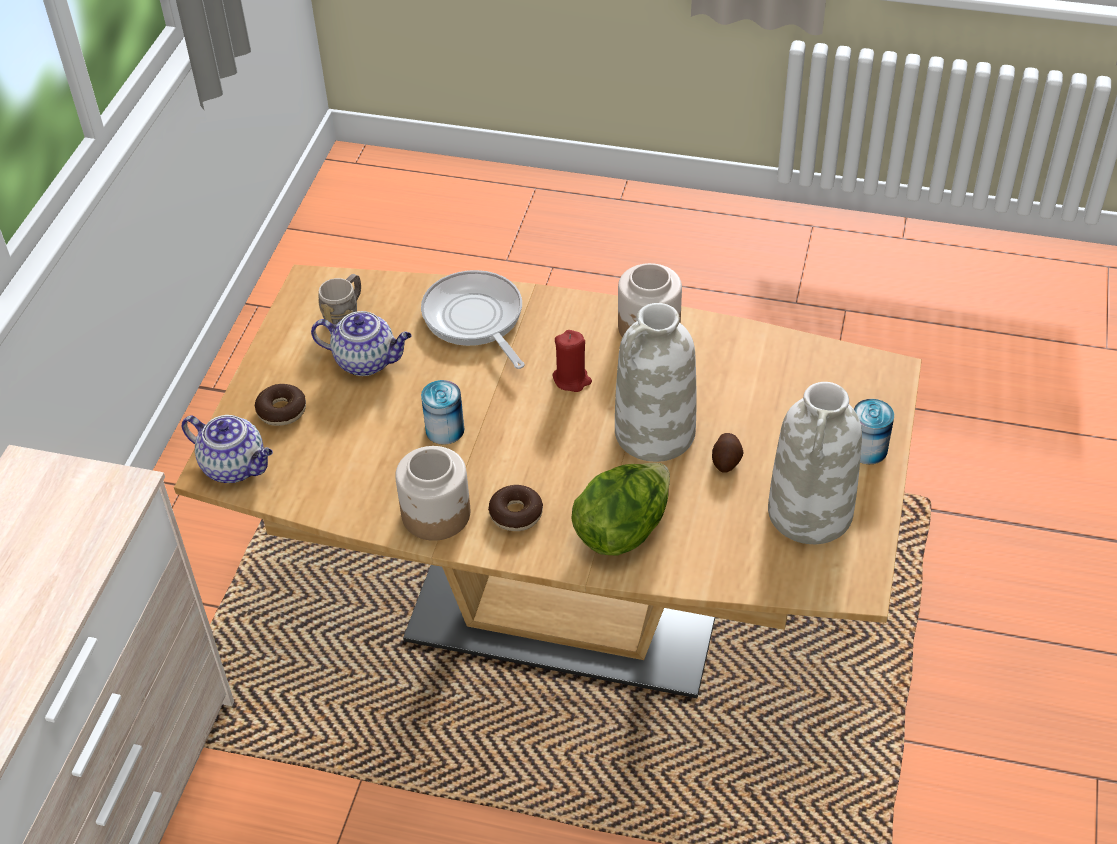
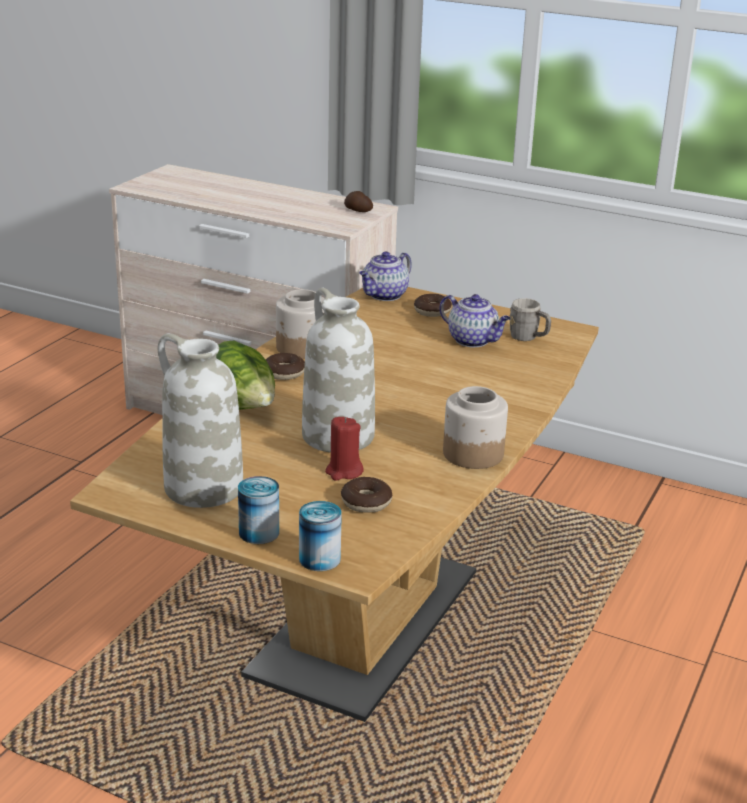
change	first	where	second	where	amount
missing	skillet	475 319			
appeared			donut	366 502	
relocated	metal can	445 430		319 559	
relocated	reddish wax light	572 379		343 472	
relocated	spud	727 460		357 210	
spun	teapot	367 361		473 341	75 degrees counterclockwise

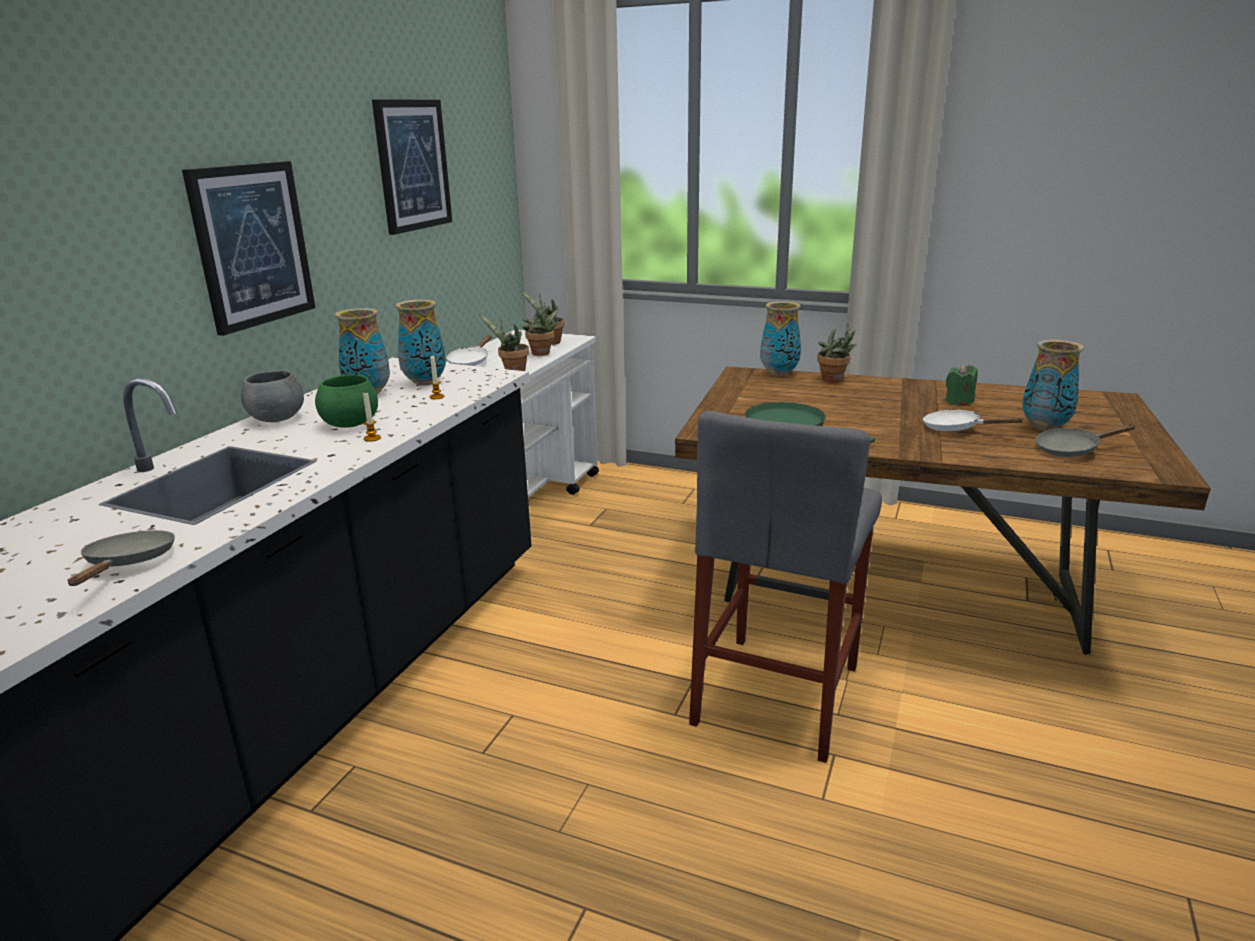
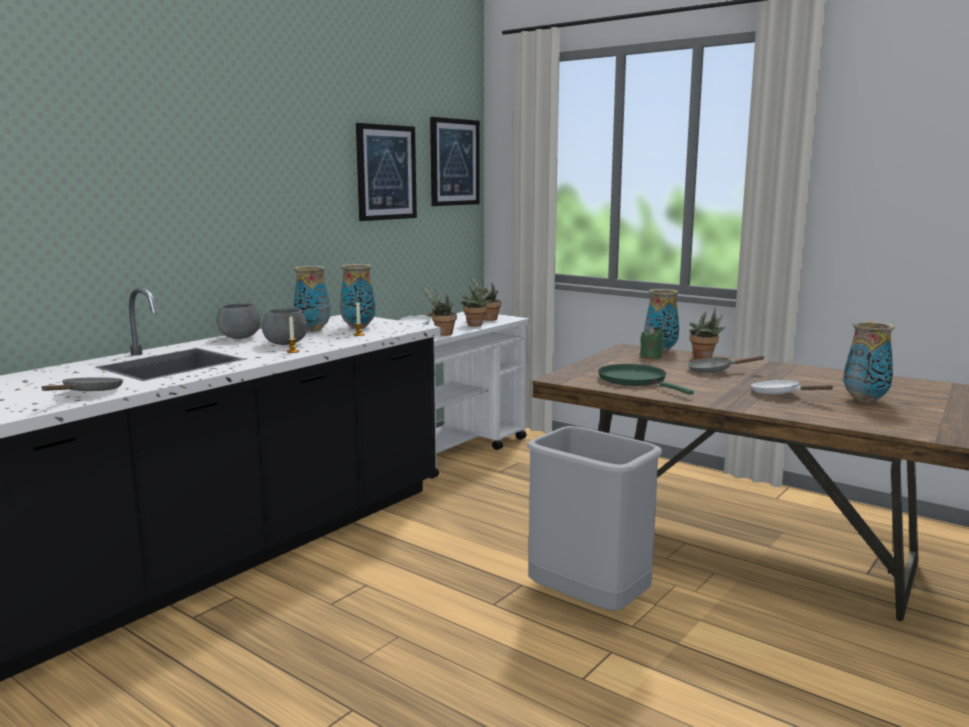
change	first	where	second	where	amount
relocated	wall picture	252 245		454 162	
relocated	green wax light	959 401		651 357	
relocated	greyish skillet	1071 450		714 371	
exchanged	greyish sitting stool	777 694	greyish rubbish bin	587 604	
colour	green serving bowl	351 424	greyish serving bowl	286 343	

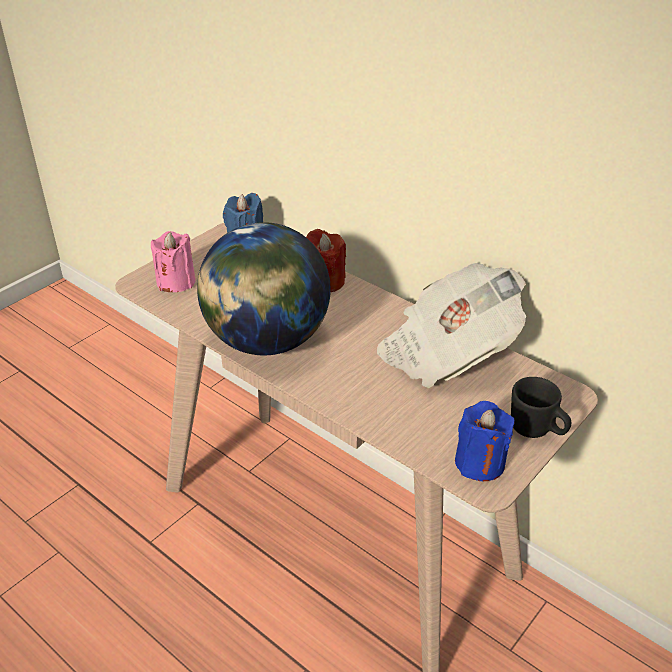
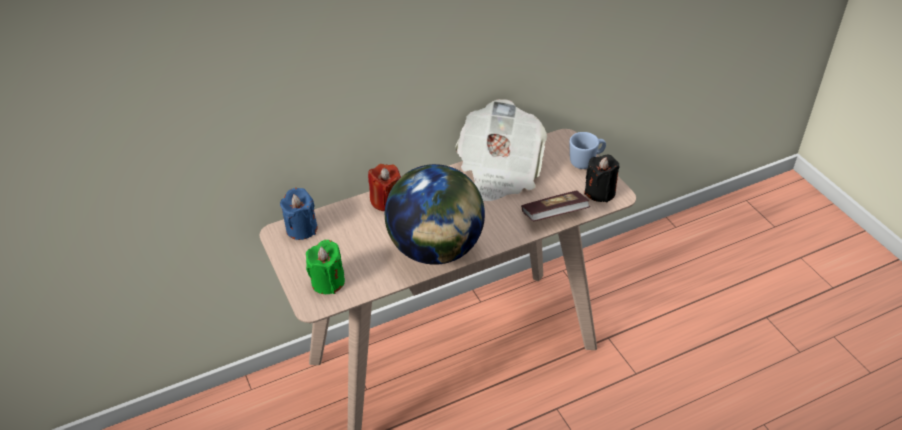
change	first	where	second	where	amount
appeared			book	554 215	
colour	pink-coloured wax light	176 282	green wax light	328 282	
colour	blue wax light	480 463	black wax light	600 192	
colour	black coffee mug	537 431	blue coffee mug	586 161	

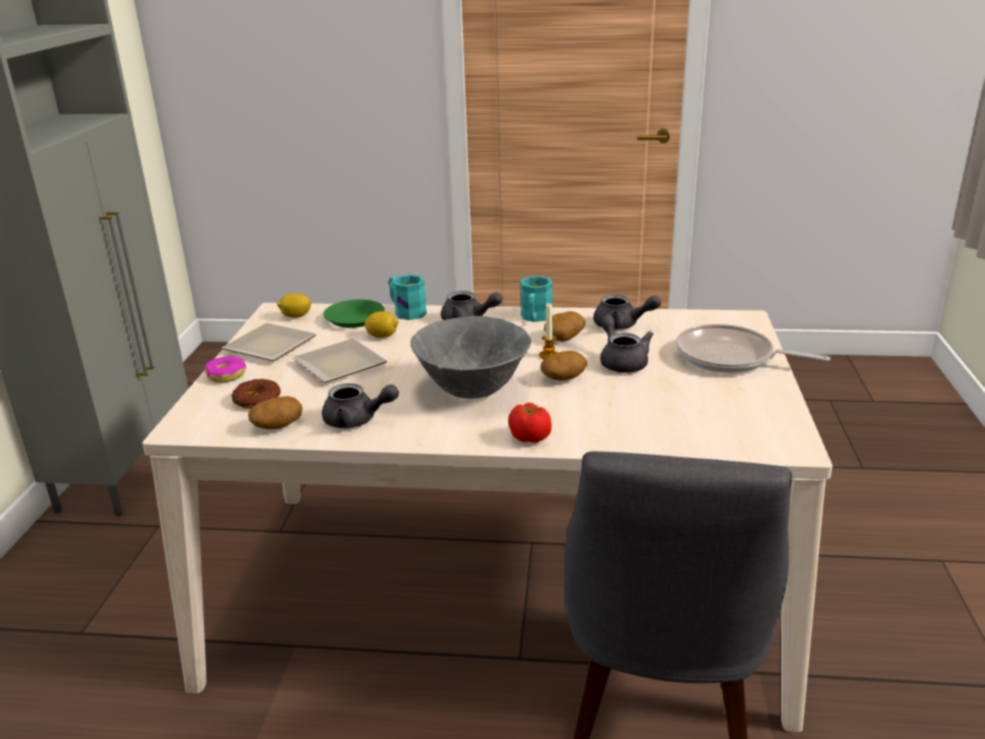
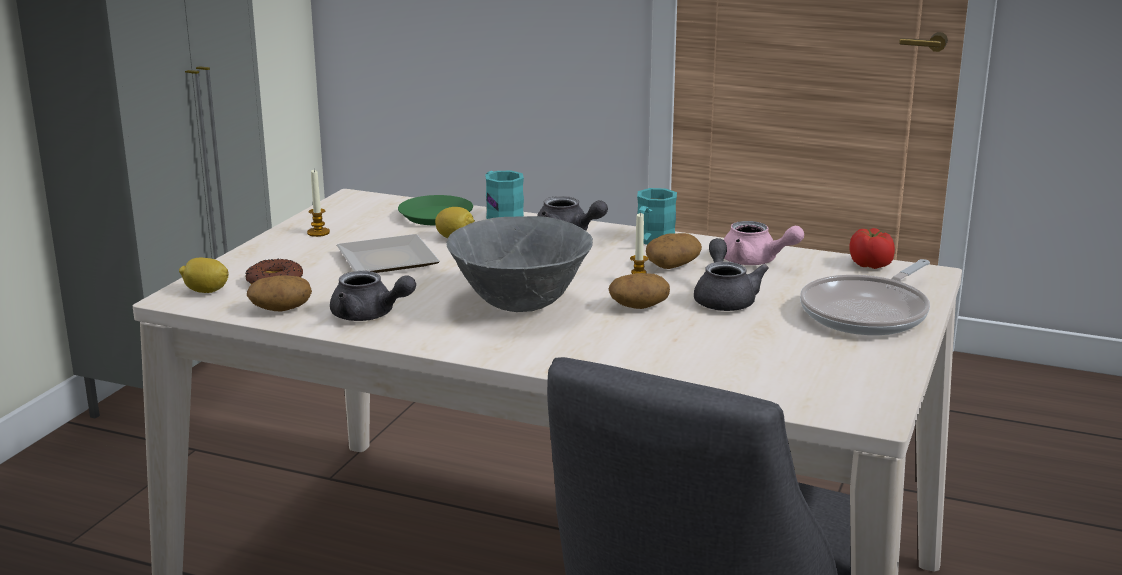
change	first	where	second	where	amount
missing	donut	226 375			
relocated	citrus fruit	296 316		206 291	
relocated	whole tomato	530 438		870 265	
exchanged	plate	267 347	wax light	318 232	
colour	greyish teapot	622 325	pink-coloured teapot	755 261	
spun	skillet	730 358		868 313	90 degrees counterclockwise

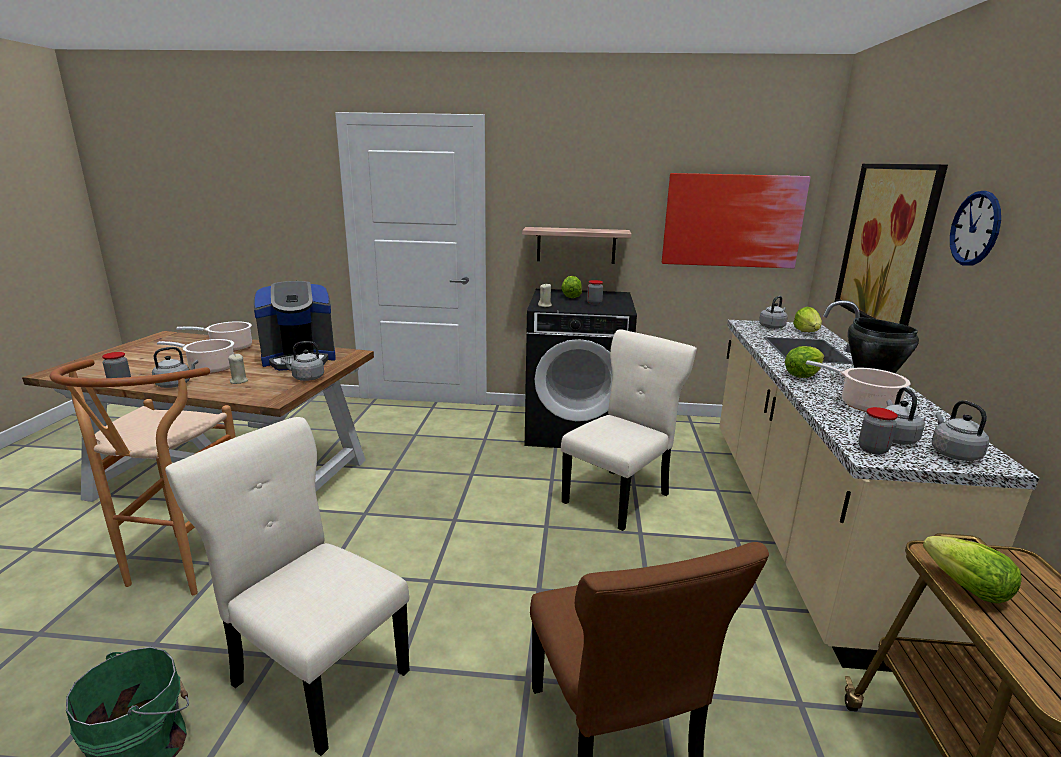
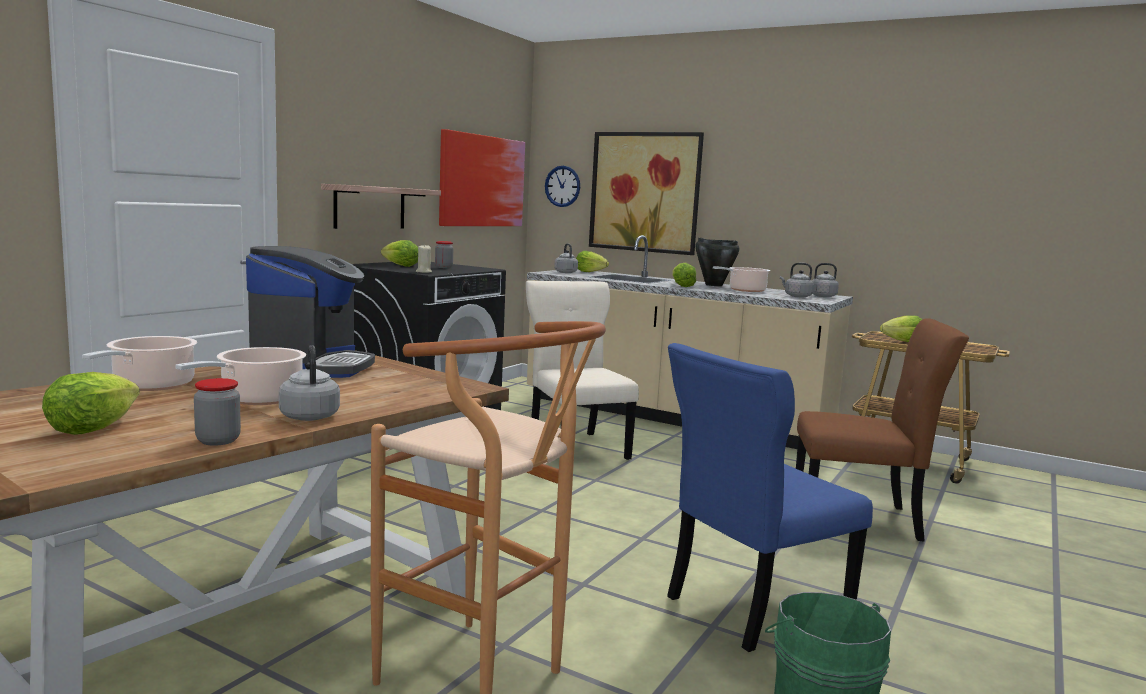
change	first	where	second	where	amount
missing	sand-coloured wax light	239 381			
missing	greyish kettle	306 378			
missing	preserve jar	872 449			
appeared			head of lettuce	91 429	
relocated	hanging clock	975 228		562 186	
colour	sand-coloured plain chair	316 674	blue plain chair	752 607	

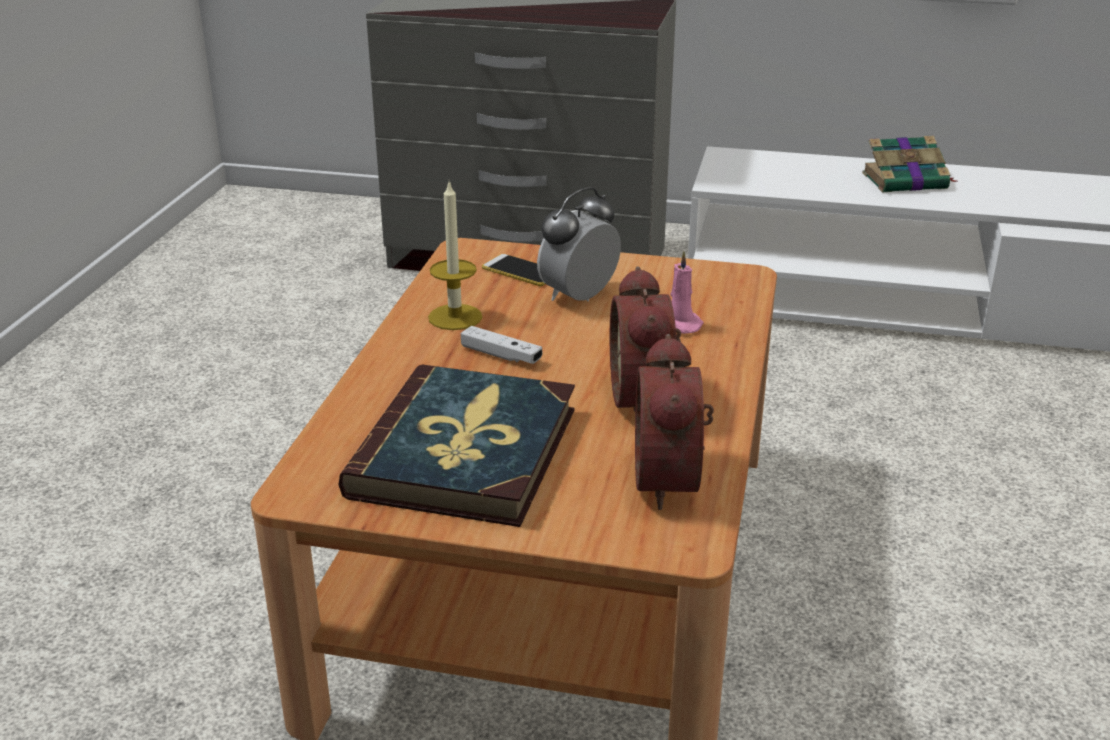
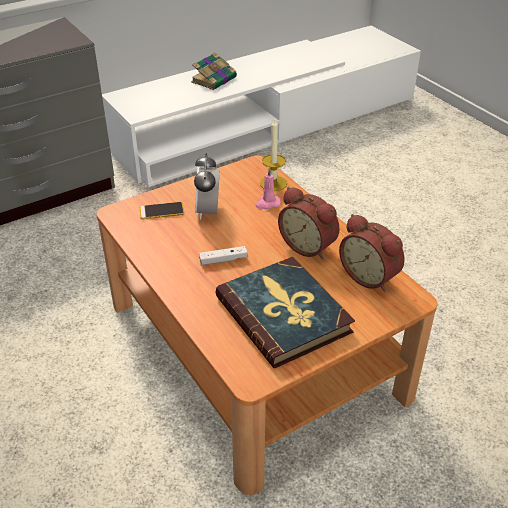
change	first	where	second	where	amount
relocated	wax light	455 317		273 183	

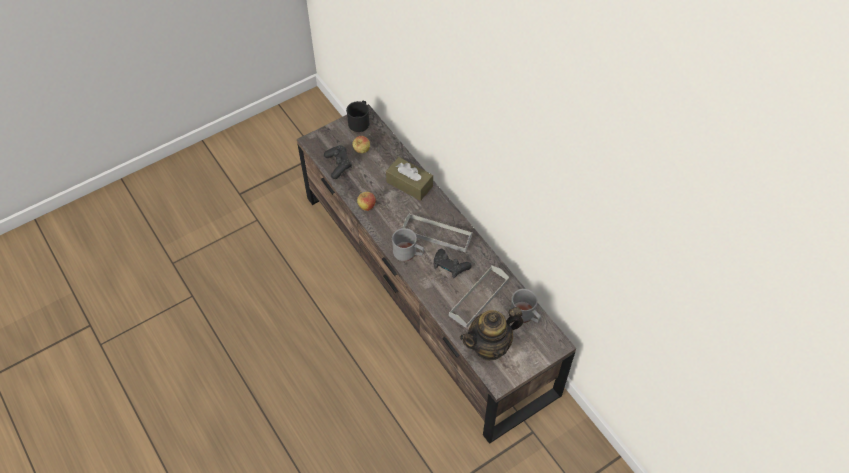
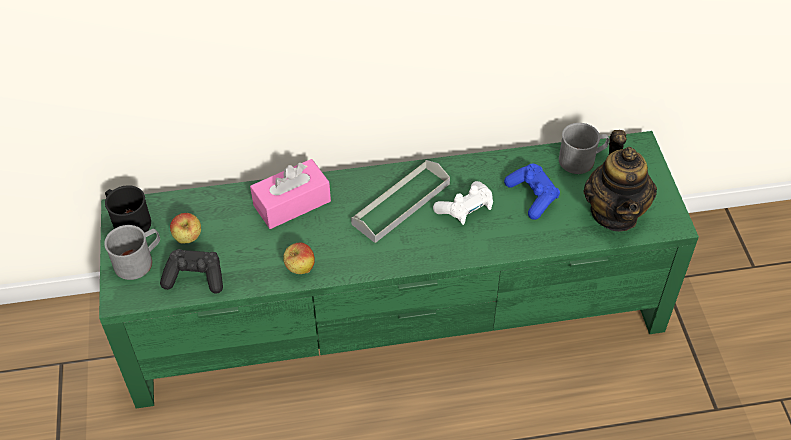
change	first	where	second	where	amount
relocated	greyish coffee mug	408 253		139 261	
exchanged	greyish serving tray	479 298	blue joypad	532 196	
colour	brown tv stand	425 291	green tv stand	398 314	
colour	brown box of tissues	409 184	pink-coloured box of tissues	292 203	
colour	black joypad	450 267	white-coloured joypad	465 209	

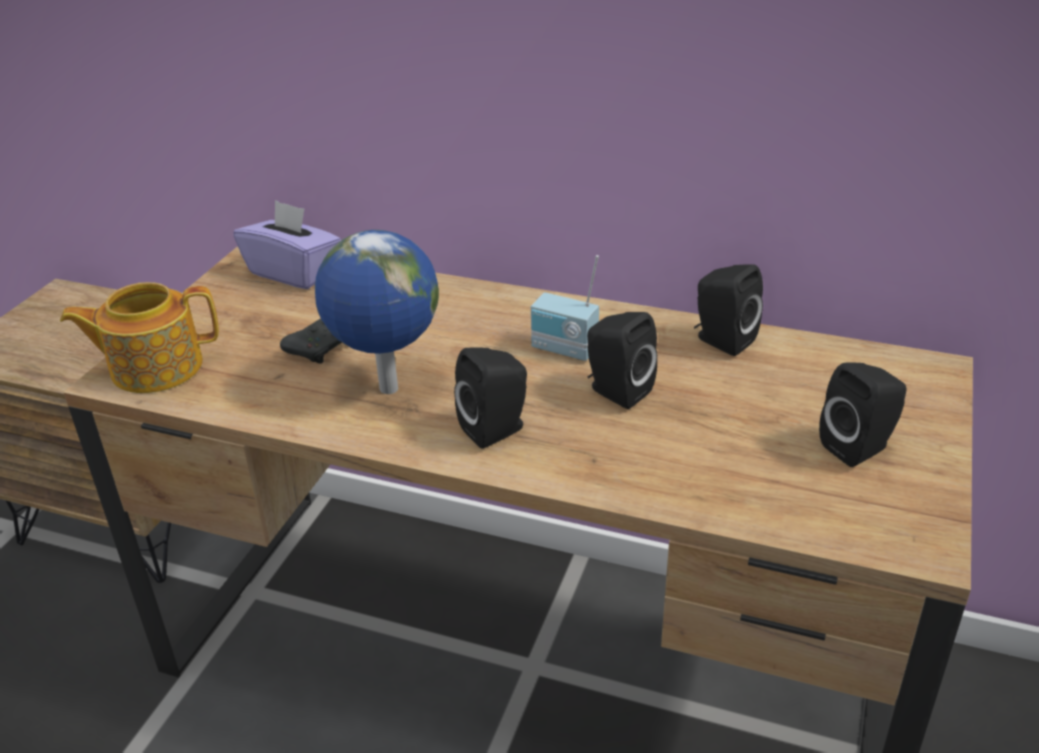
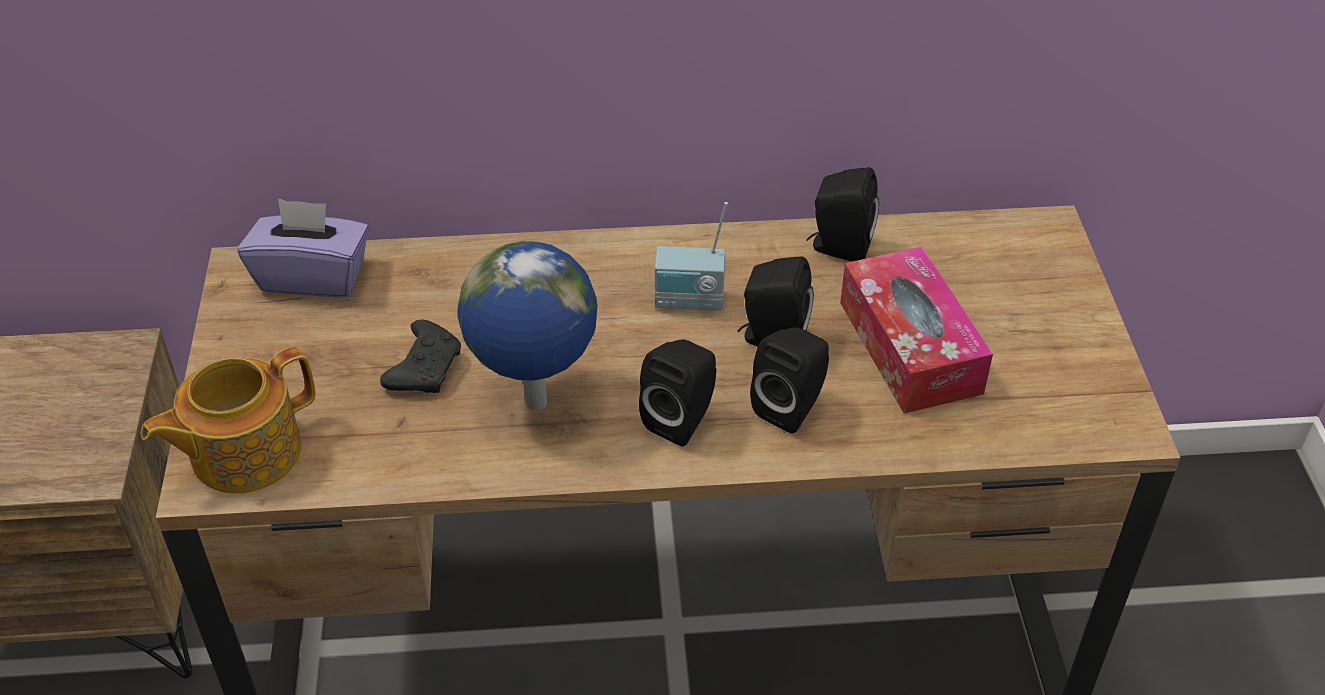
change	first	where	second	where	amount
appeared			box of tissues	909 347	
relocated	black speaker	859 447		791 407	

